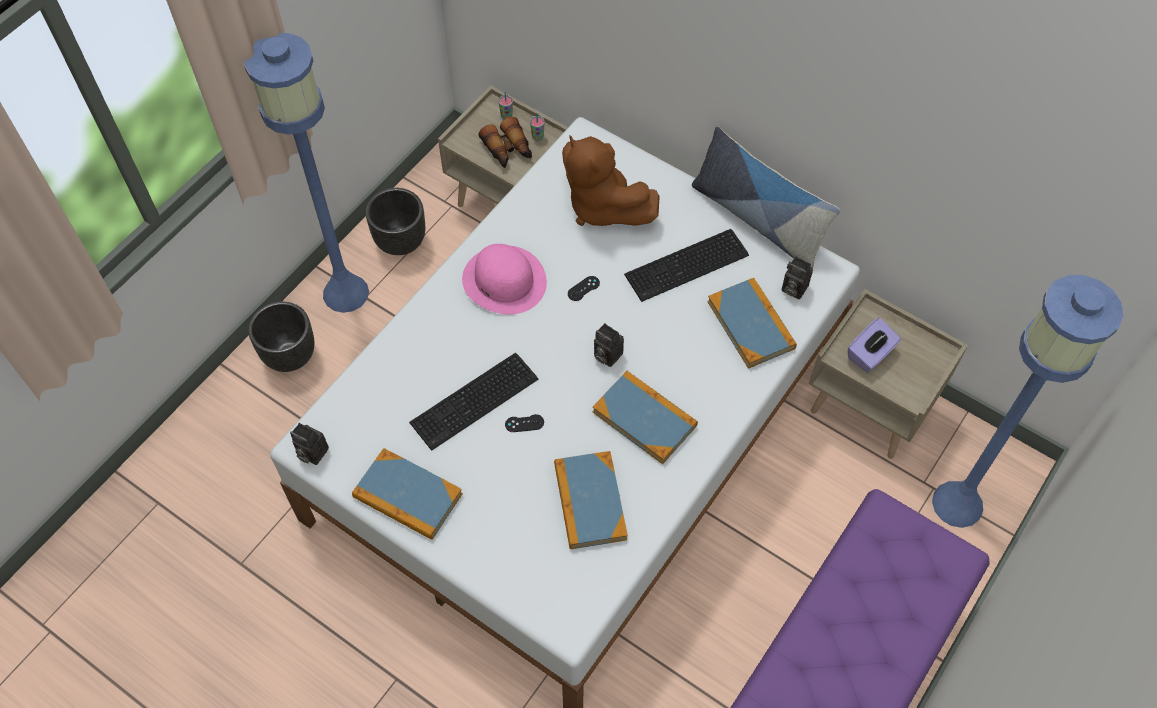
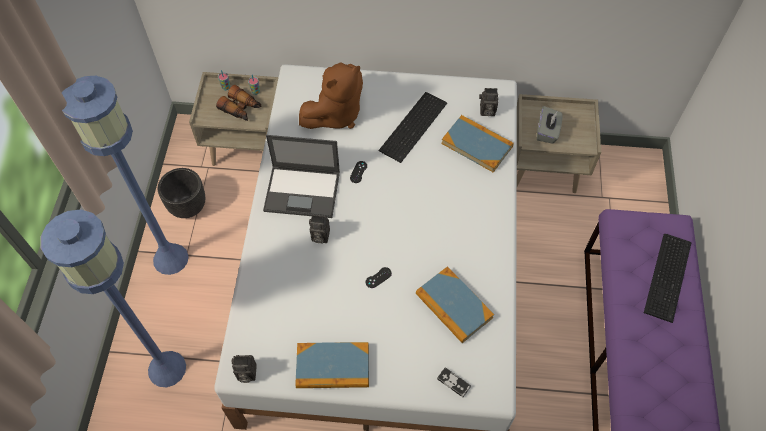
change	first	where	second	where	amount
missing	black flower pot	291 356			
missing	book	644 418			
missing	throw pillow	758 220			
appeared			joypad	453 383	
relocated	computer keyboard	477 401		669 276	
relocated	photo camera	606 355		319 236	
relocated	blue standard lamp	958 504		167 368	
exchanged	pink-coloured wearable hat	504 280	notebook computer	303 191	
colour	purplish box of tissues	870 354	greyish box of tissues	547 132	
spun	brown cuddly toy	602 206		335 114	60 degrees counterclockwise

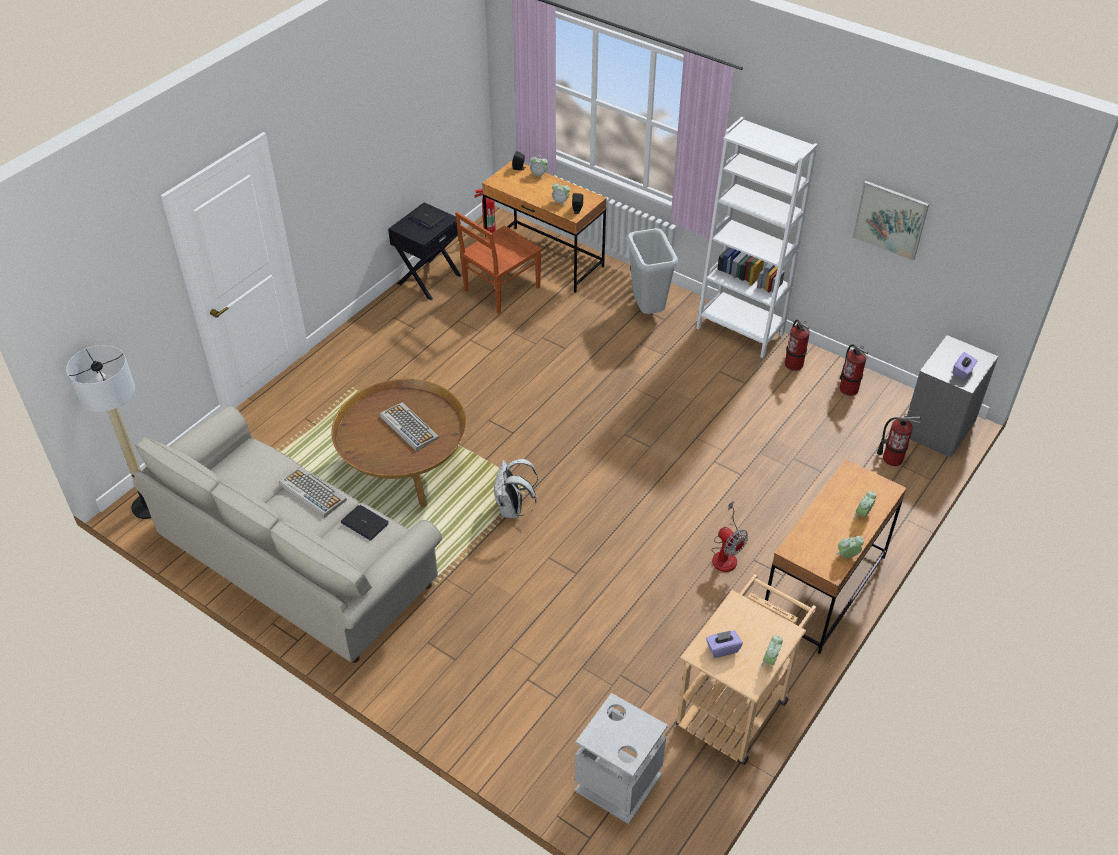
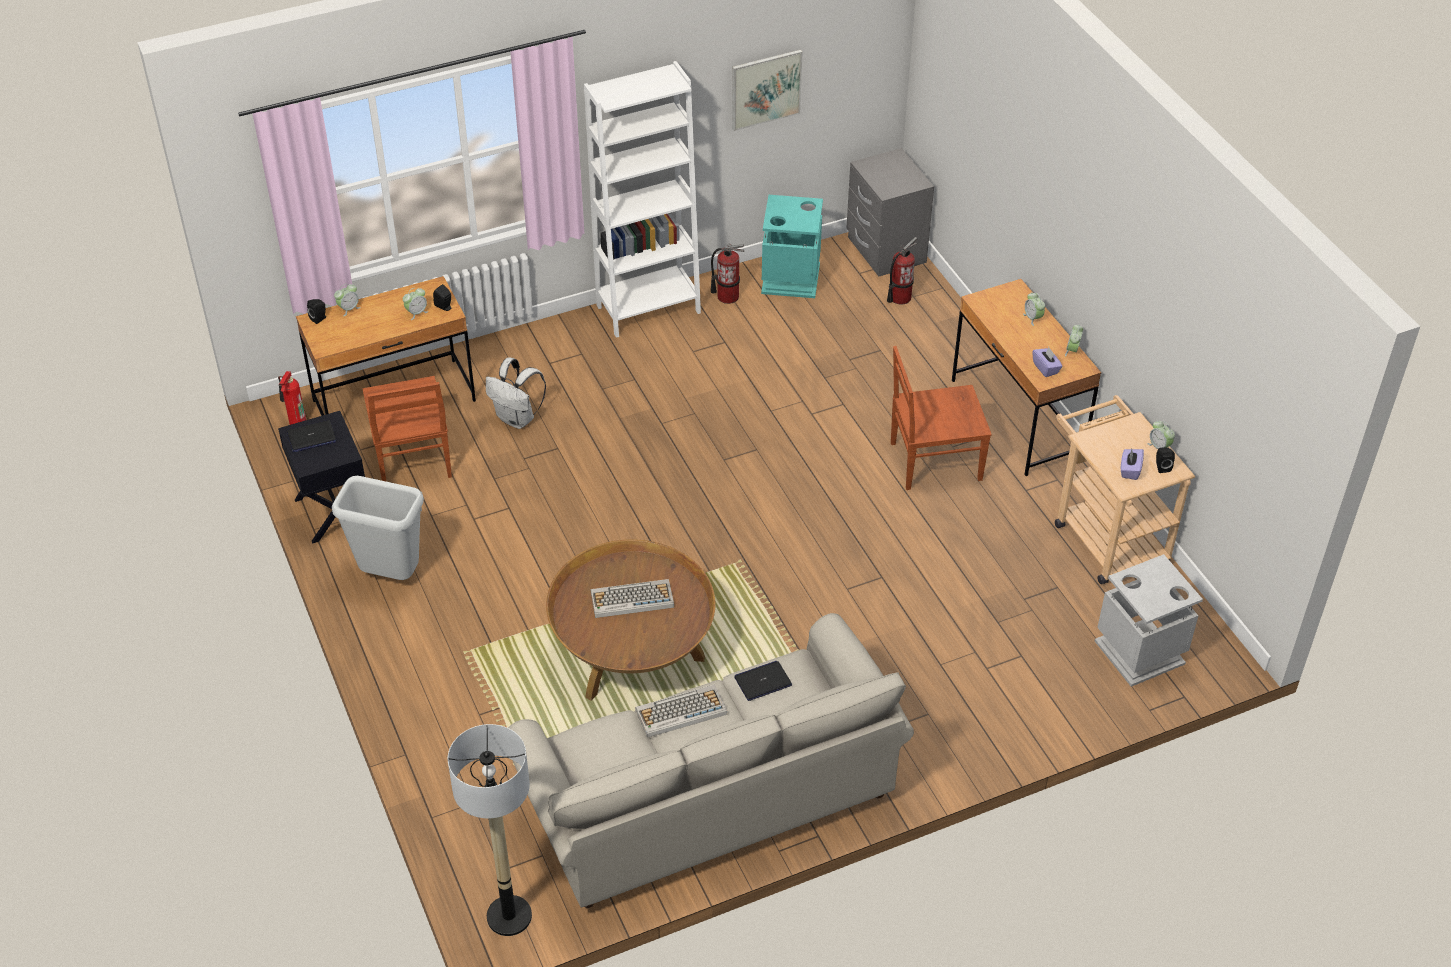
change	first	where	second	where	amount
appeared			black speaker	1161 467	
relocated	white-coloured backpack	513 509		517 418	
relocated	greyish rubbish bin	648 310		391 575	
relocated	purplish box of tissues	963 371		1046 368	
exchanged	cooling fan	725 554	brown plain chair	933 461	
exchanged	fire-fighting cylinder	849 389	turquoise rubbish bin	791 278	

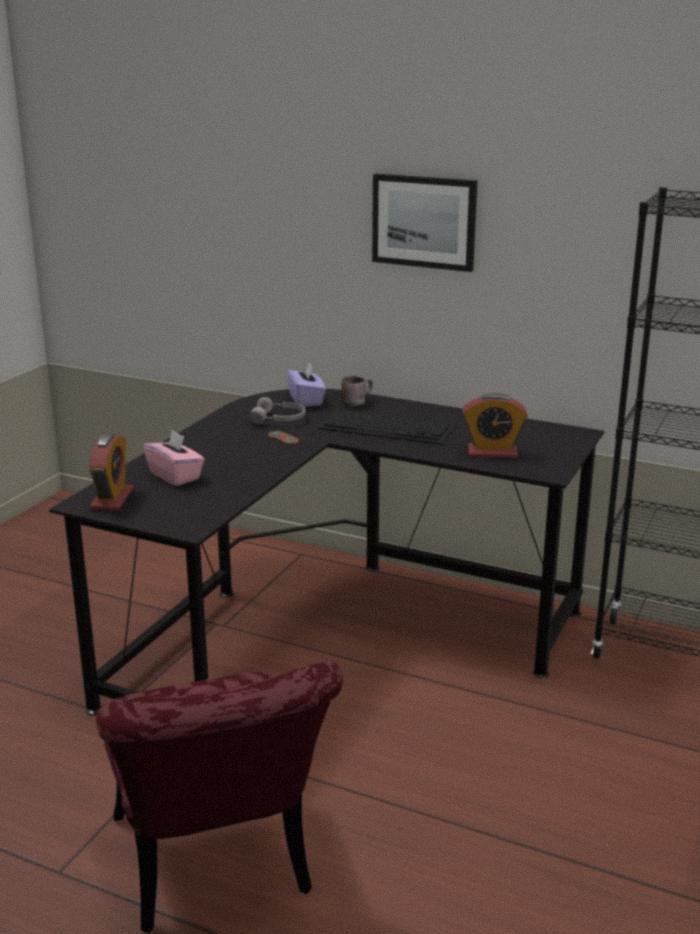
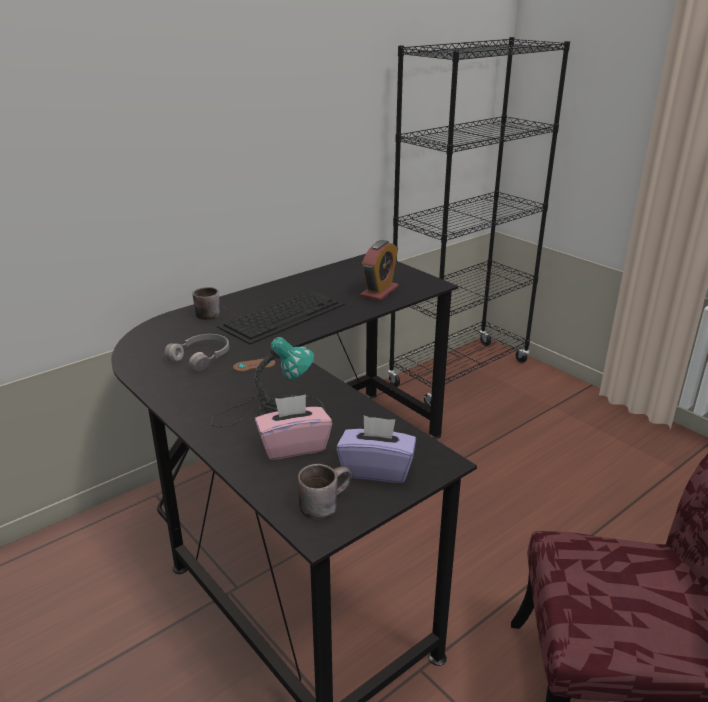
change	first	where	second	where	amount
missing	wall picture	424 221			
appeared			lamp for a table	272 411	
relocated	purplish box of tissues	306 400		376 469	
exchanged	table clock	112 499	brown coffee mug	323 503	

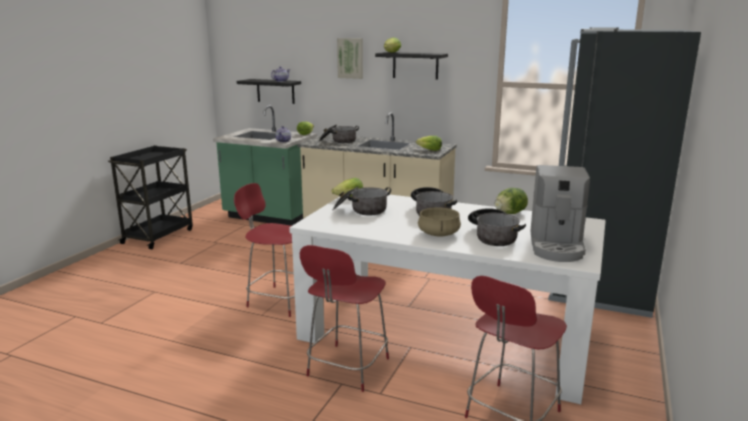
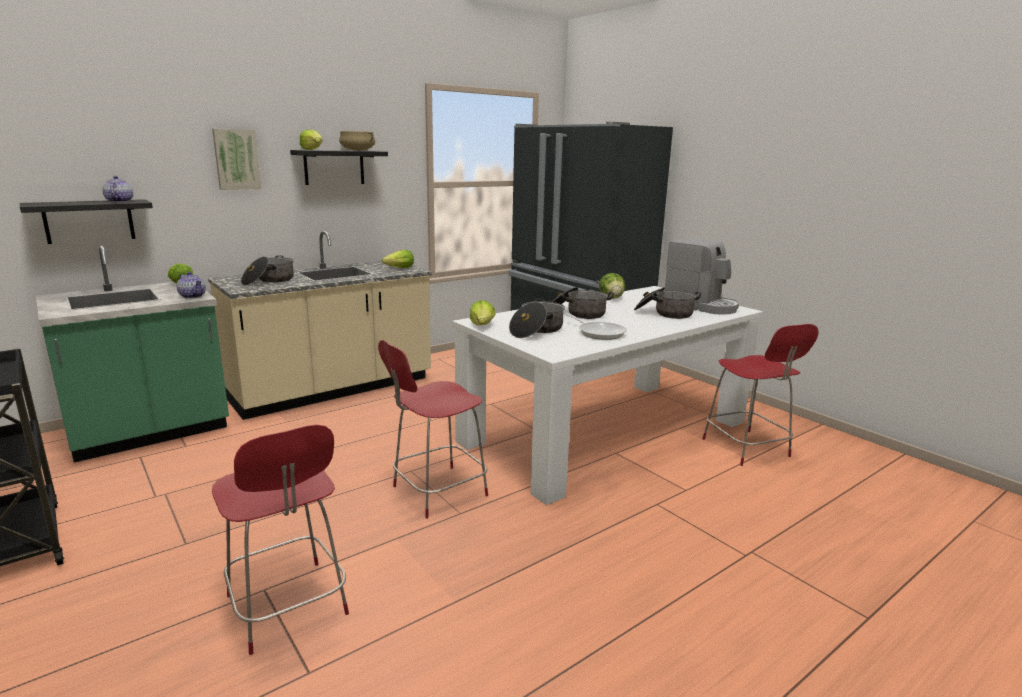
change	first	where	second	where	amount
appeared			skillet	598 332	
relocated	reddish plain chair	347 368		288 608	
relocated	sand-coloured saucepot	439 234		358 150	

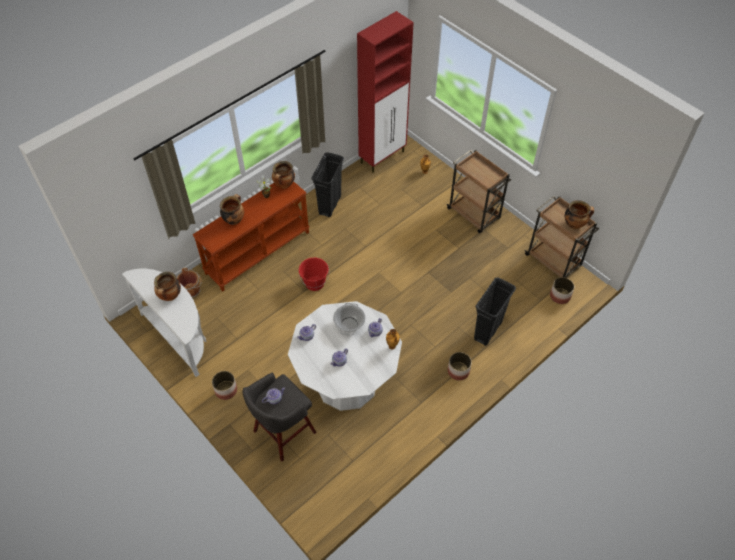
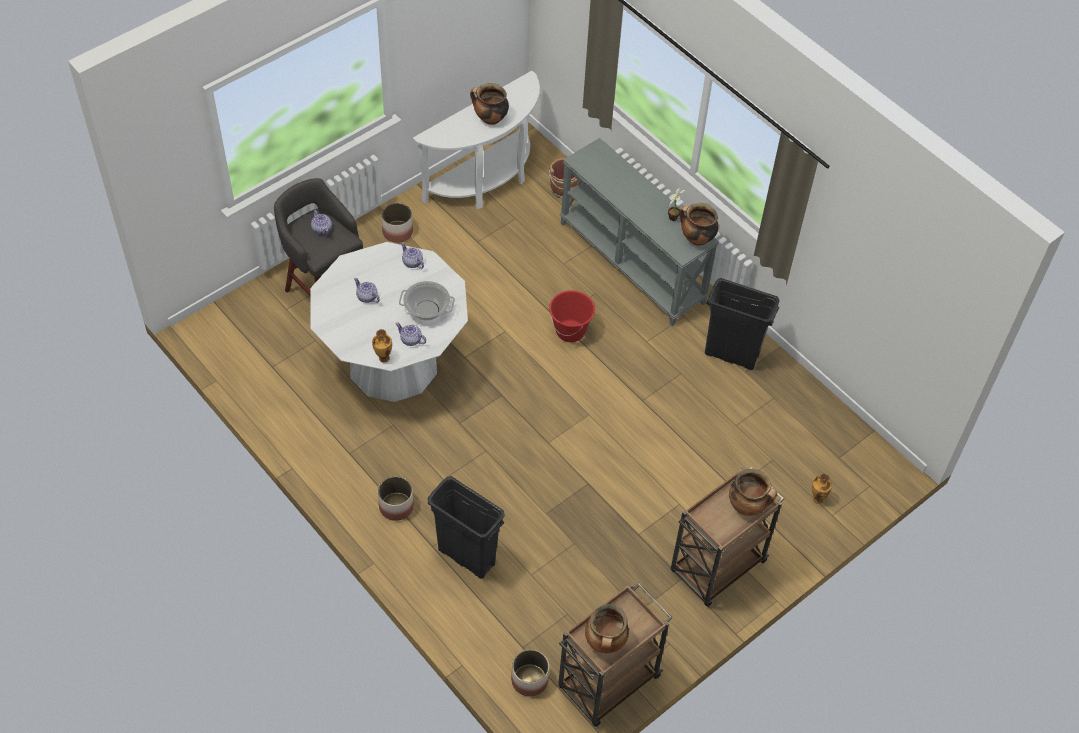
change	first	where	second	where	amount
missing	reddish storage cabinet	383 157			
relocated	saucepot	234 219		748 506	
colour	brown hall table	257 252	greyish hall table	633 262	

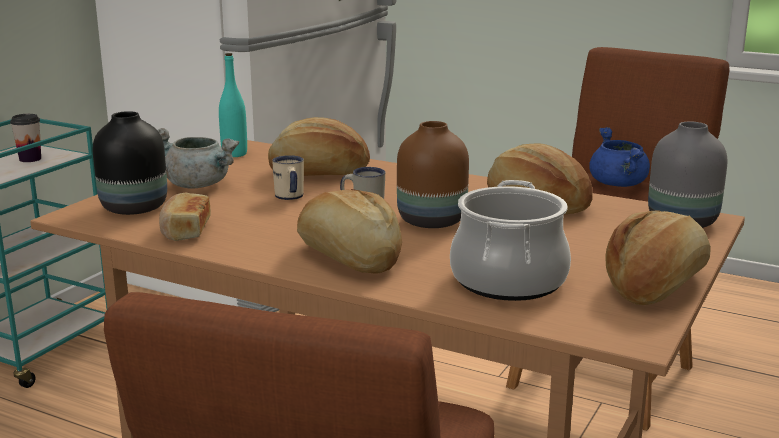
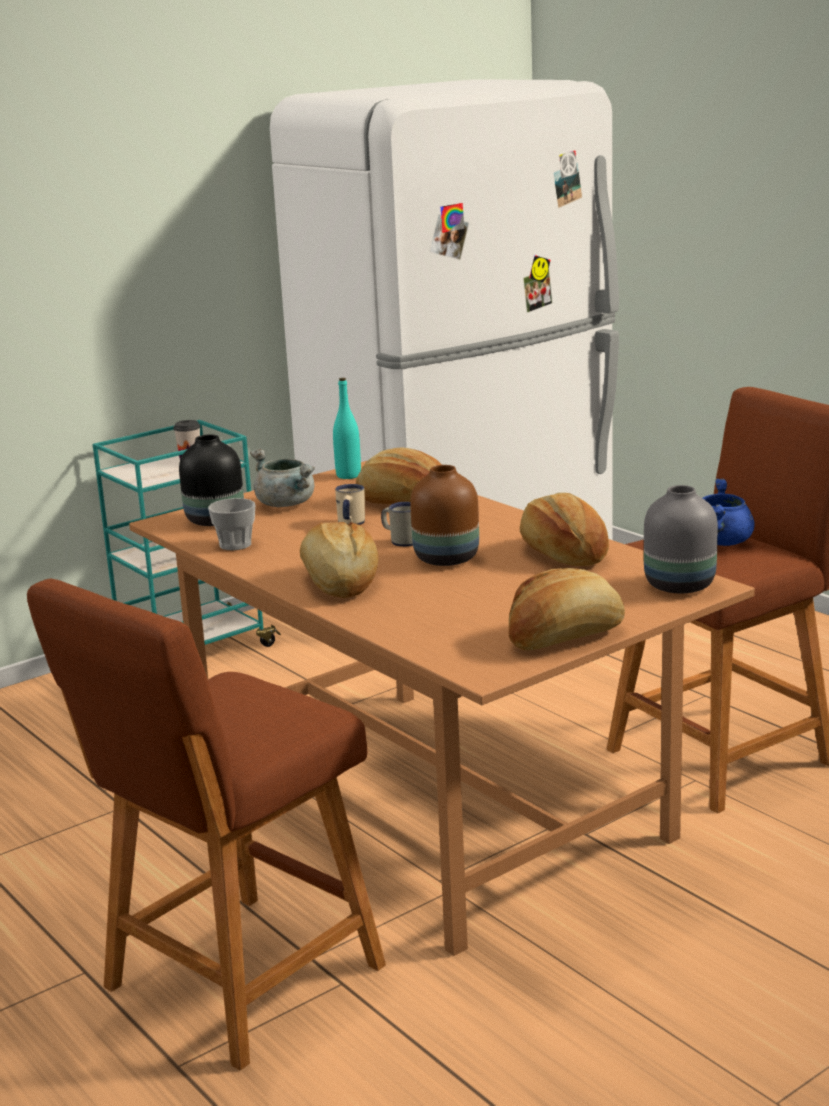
change	first	where	second	where	amount
missing	saucepot	508 280			
exchanged	baked bread	185 231	drinking cup	235 545	

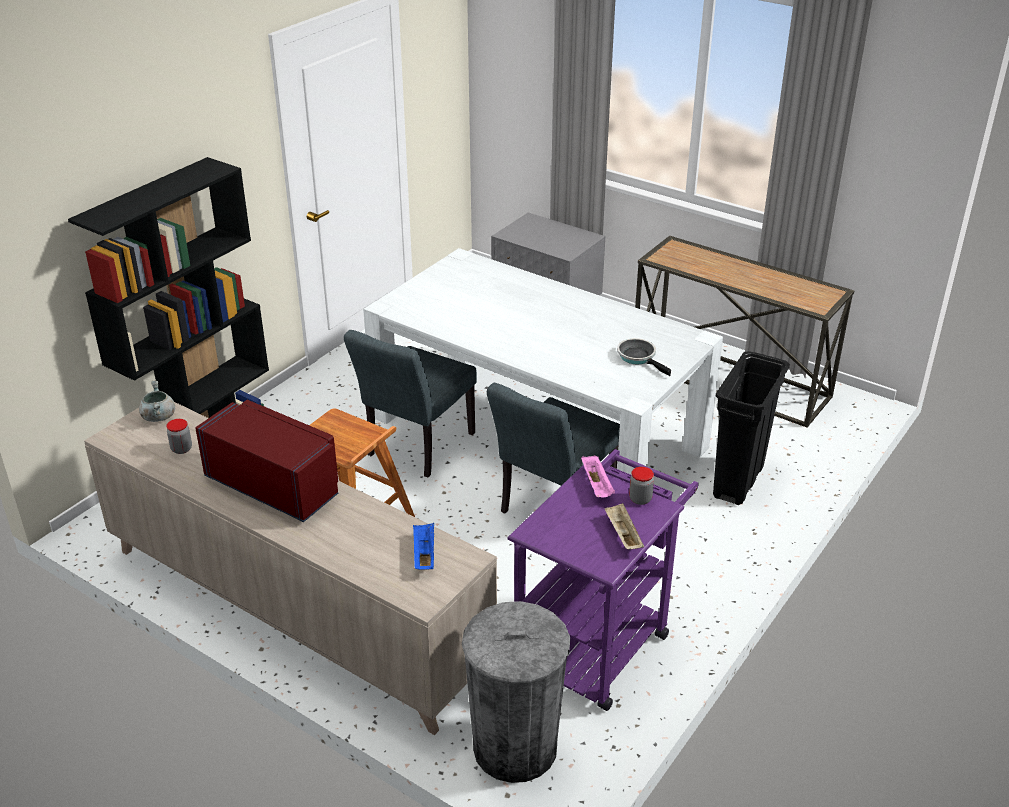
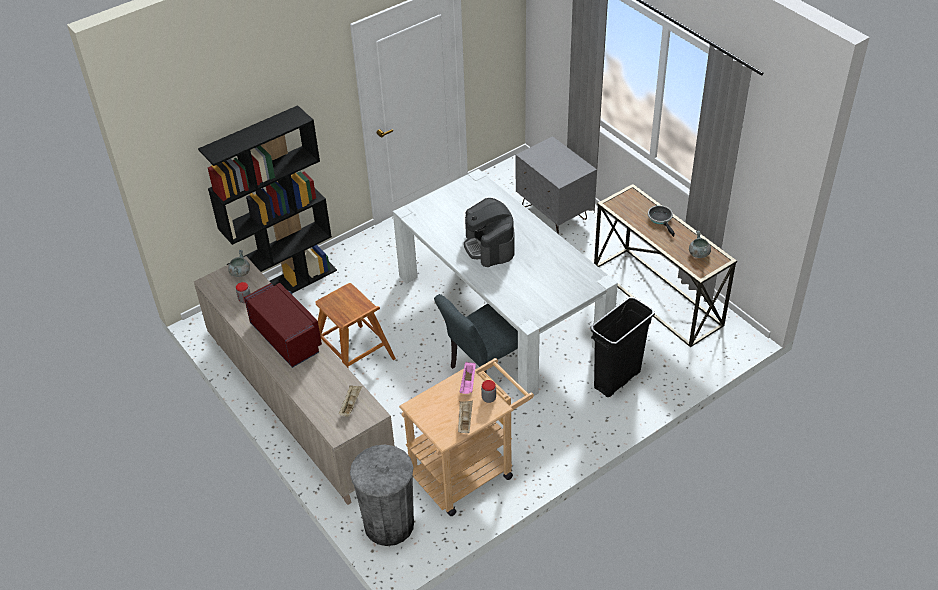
change	first	where	second	where	amount
missing	greyish plain chair	416 448			
appeared			coffee machine	489 246	
appeared			greyish saucepot	698 253	
relocated	skillet	639 357		661 219	
colour	blue serving tray	424 554	sand-coloured serving tray	350 404	
colour	purplish cart	599 640	sand-coloured cart	469 470	

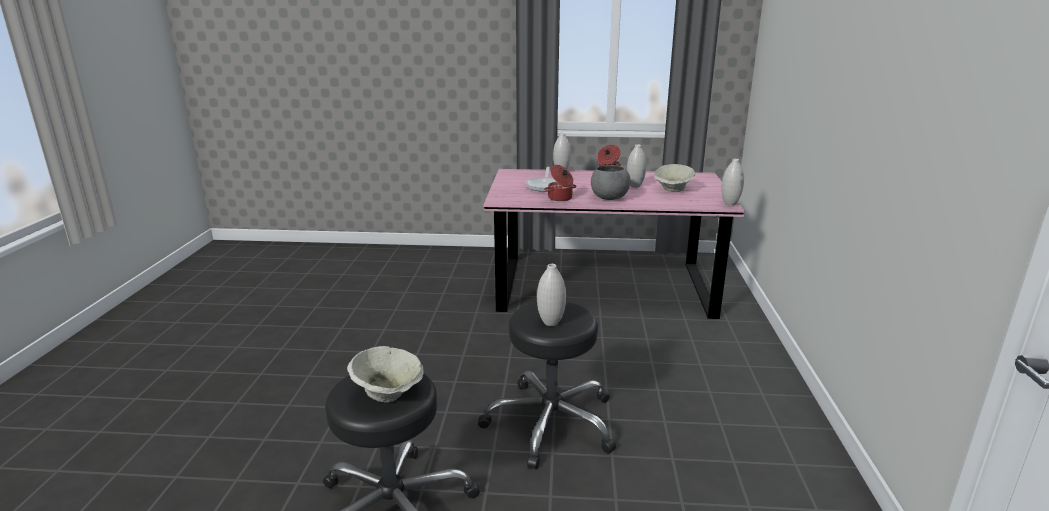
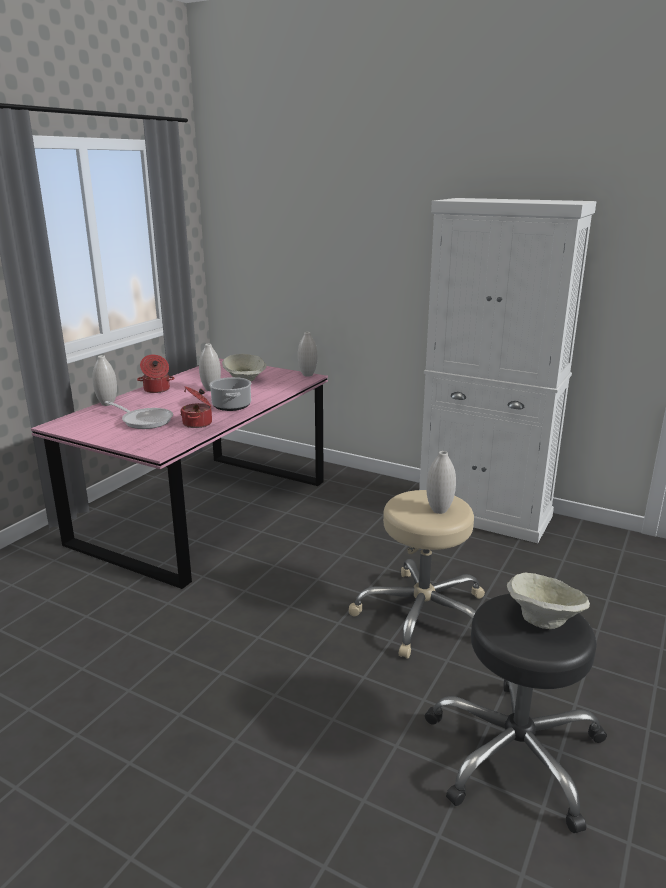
change	first	where	second	where	amount
appeared			white-coloured storage cabinet	484 515	
exchanged	greyish serving bowl	609 198	saucepot	232 406	
colour	black sitting stool	550 423	sand-coloured sitting stool	423 614	

